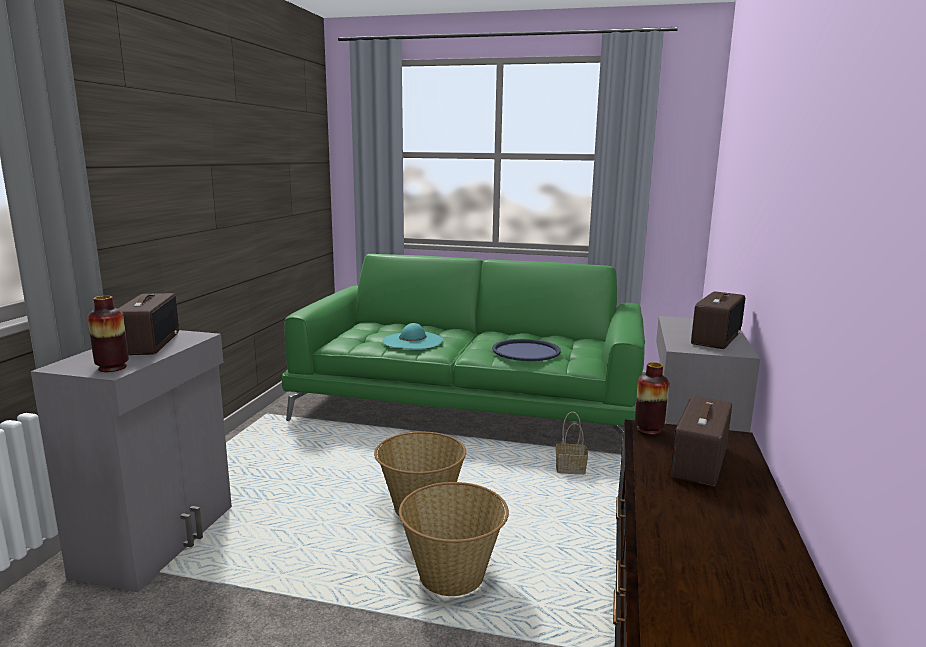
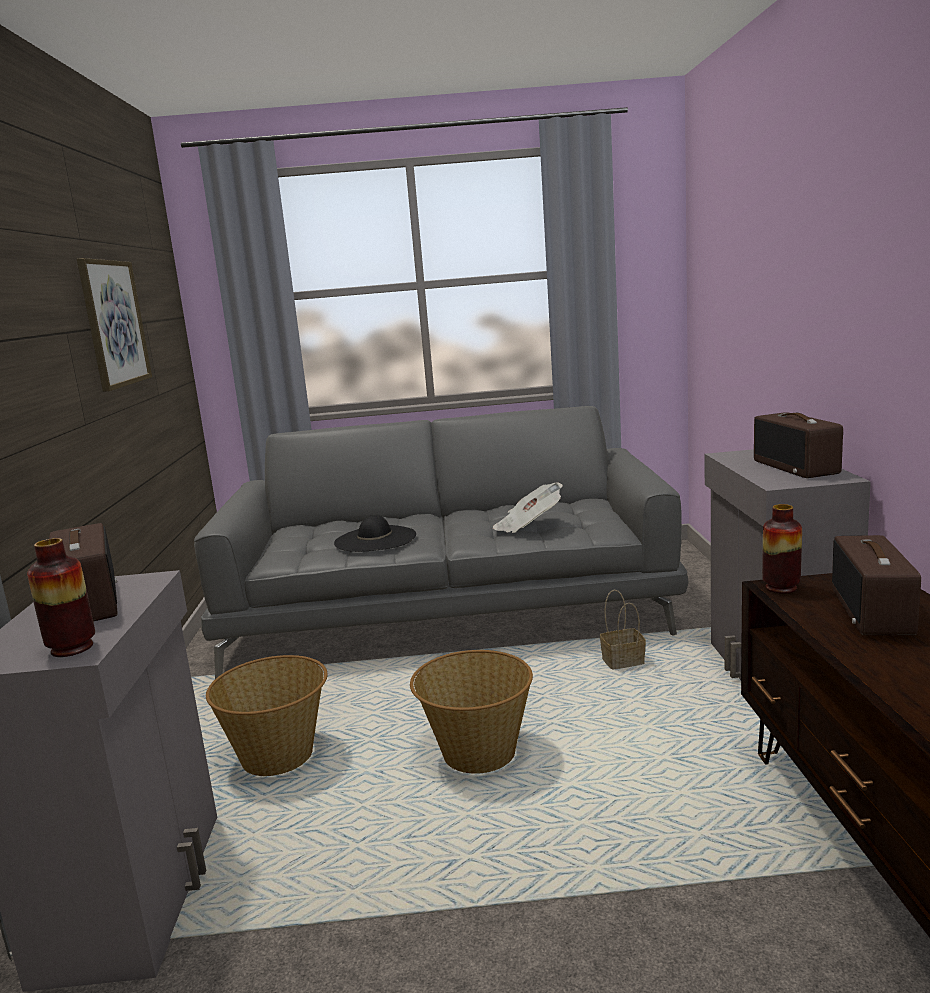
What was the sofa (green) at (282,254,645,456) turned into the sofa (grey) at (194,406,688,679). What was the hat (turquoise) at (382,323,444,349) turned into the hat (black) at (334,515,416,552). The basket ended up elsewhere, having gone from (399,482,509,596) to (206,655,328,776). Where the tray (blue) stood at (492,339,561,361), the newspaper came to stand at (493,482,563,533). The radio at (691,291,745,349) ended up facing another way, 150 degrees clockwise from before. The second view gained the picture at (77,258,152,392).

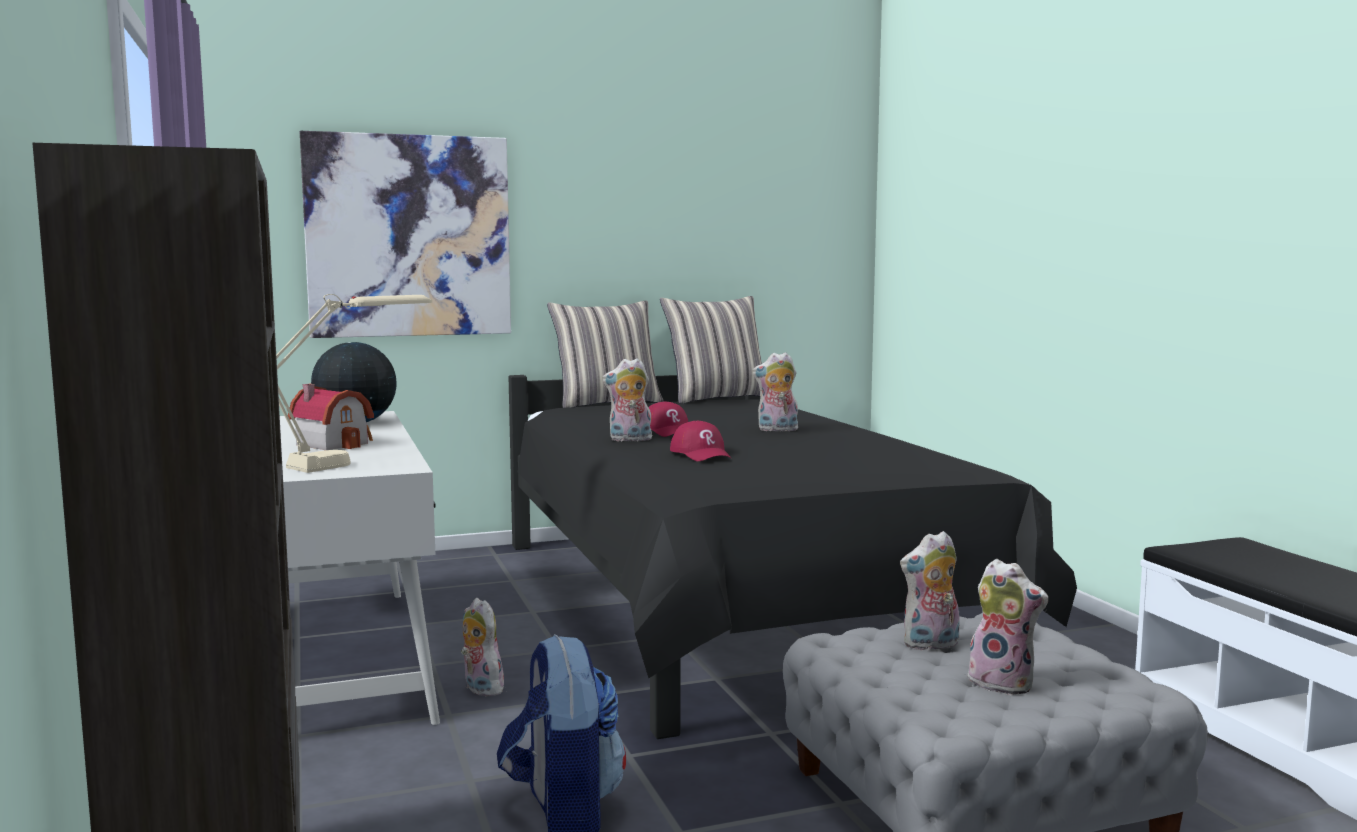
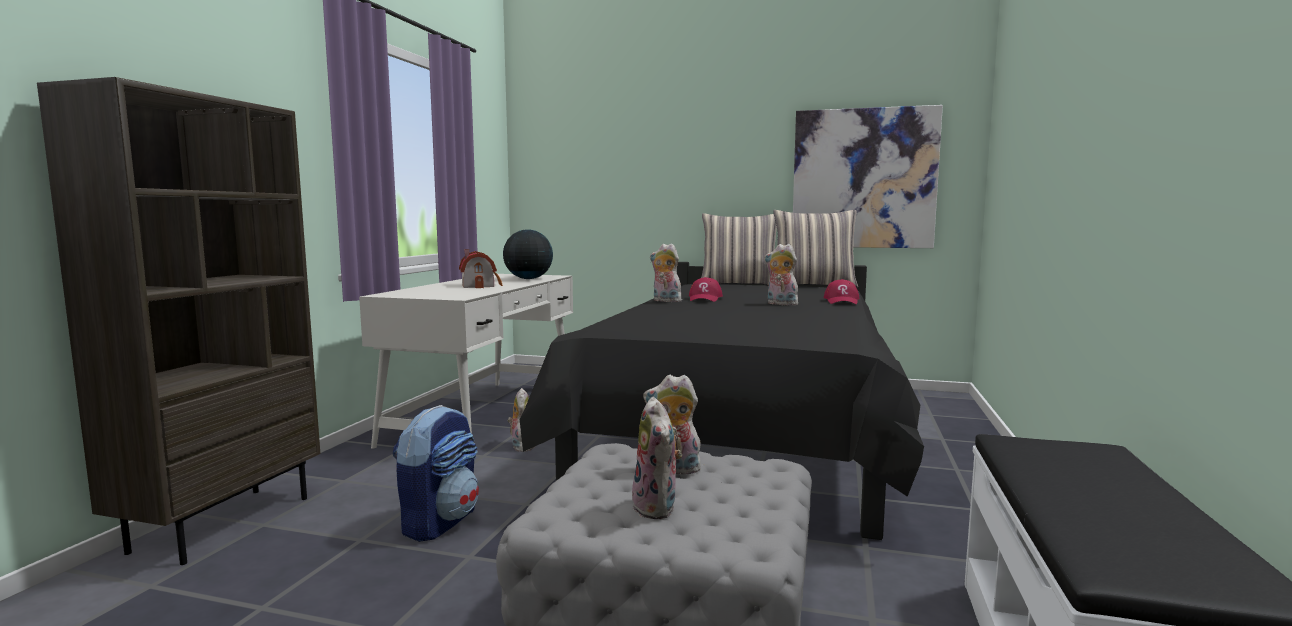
The second view lost the table lamp (beige) at (276,294,432,473). The picture ended up elsewhere, having gone from (300,131,511,338) to (793,105,943,248). The cap (red) ended up elsewhere, having gone from (670,421,732,461) to (824,279,859,304).

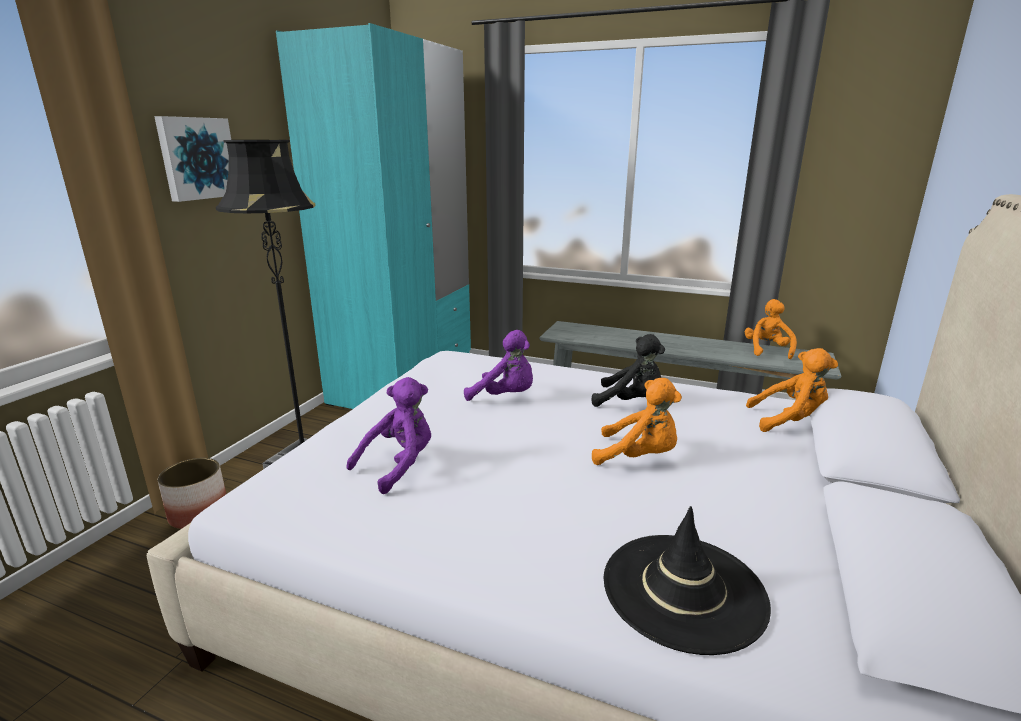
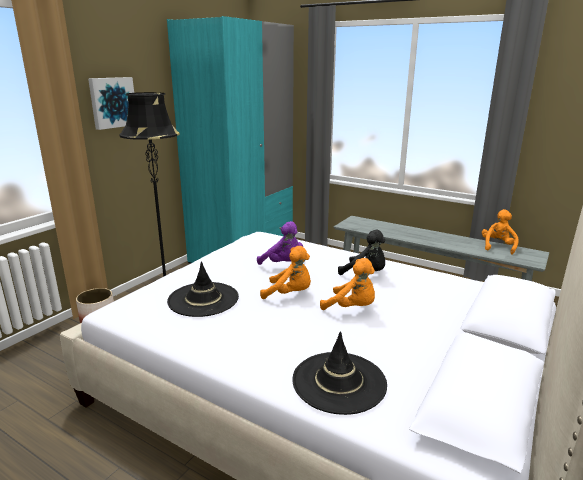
Where the plush toy (purple) stood at (346,377,431,494), the hat (black) came to stand at (167,261,239,317). The plush toy (orange) ended up elsewhere, having gone from (746,348,838,432) to (260,246,311,299).

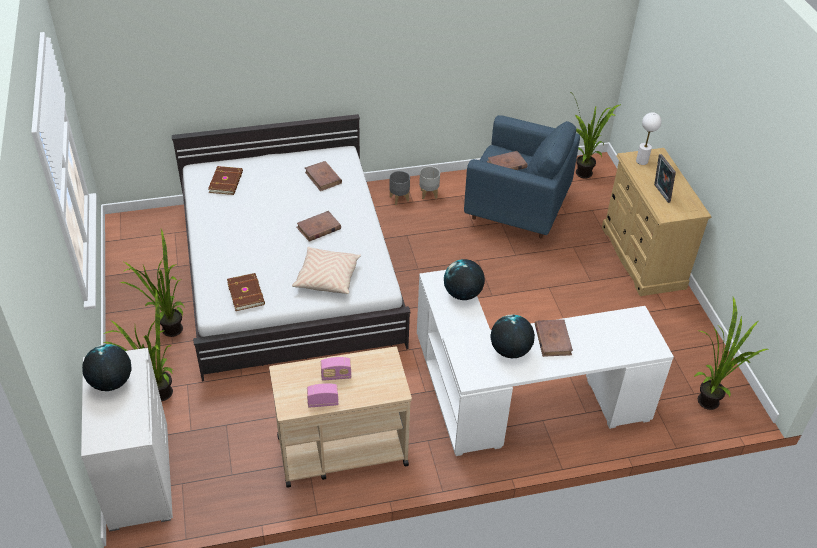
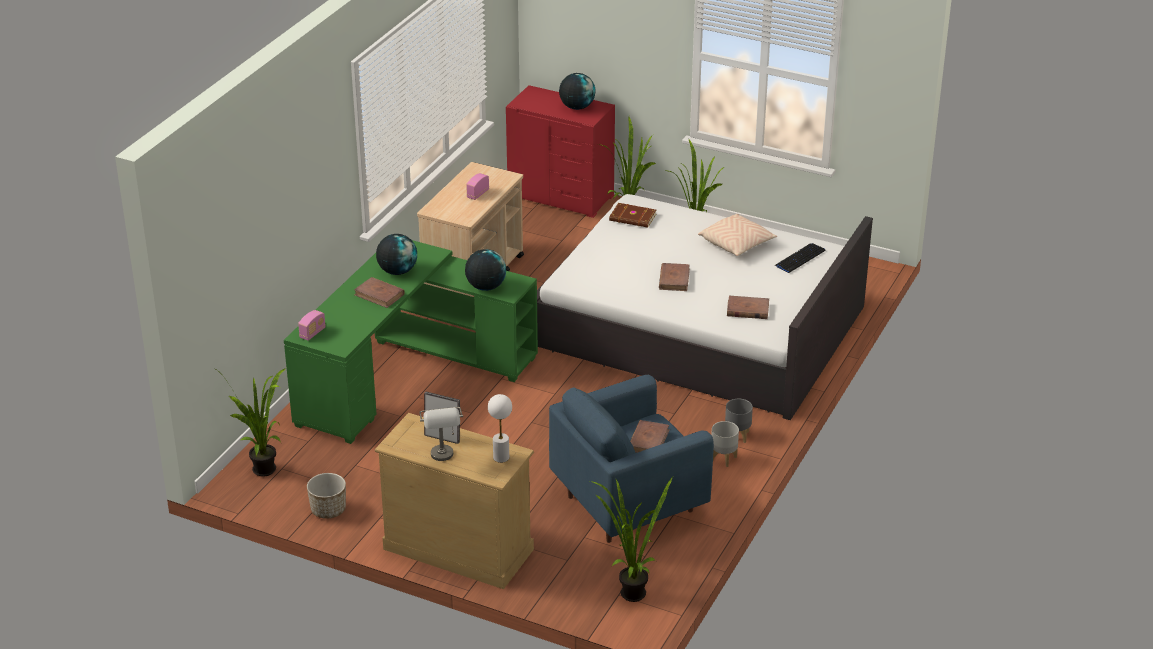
What was the dresser (white) at (81,348,173,532) turned into the dresser (red) at (506,85,615,218). Where the book (brown) stood at (208,166,243,195), the keyboard came to stand at (774,243,825,273). The pillow (beige) ended up elsewhere, having gone from (292,247,361,294) to (698,214,777,256). The radio ended up elsewhere, having gone from (307,383,339,408) to (298,310,326,341). What was the desk (white) at (417,270,674,456) turned into the desk (green) at (284,240,538,444). The second view gained the planter at (307,473,346,519). The second view gained the table lamp (grey) at (419,407,463,461).

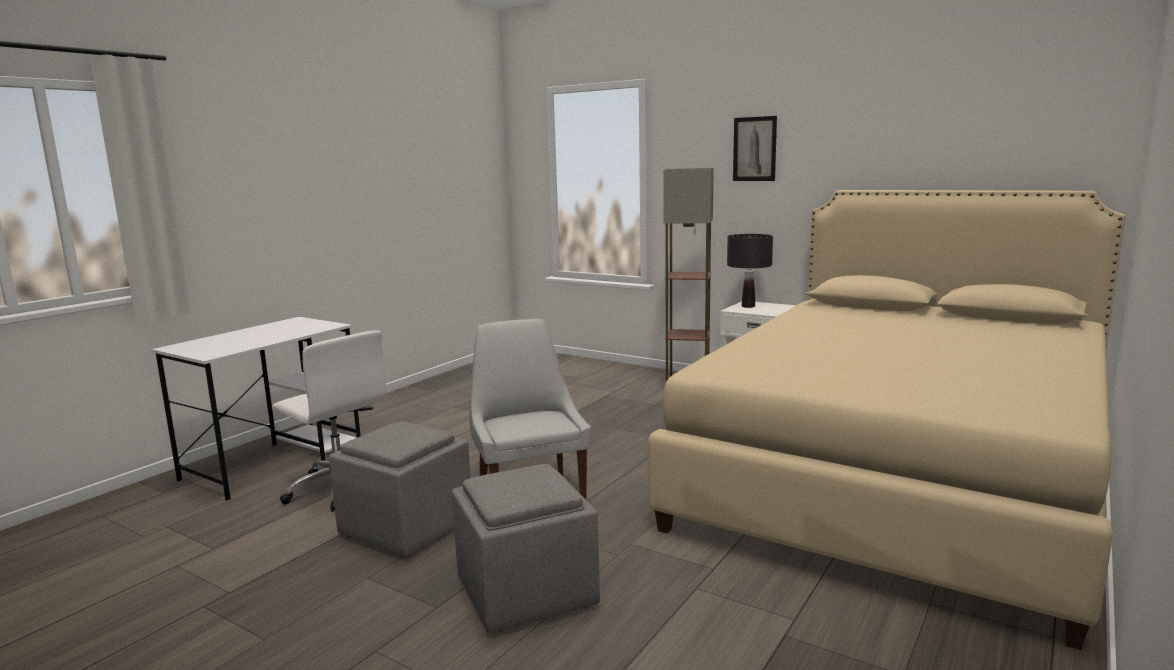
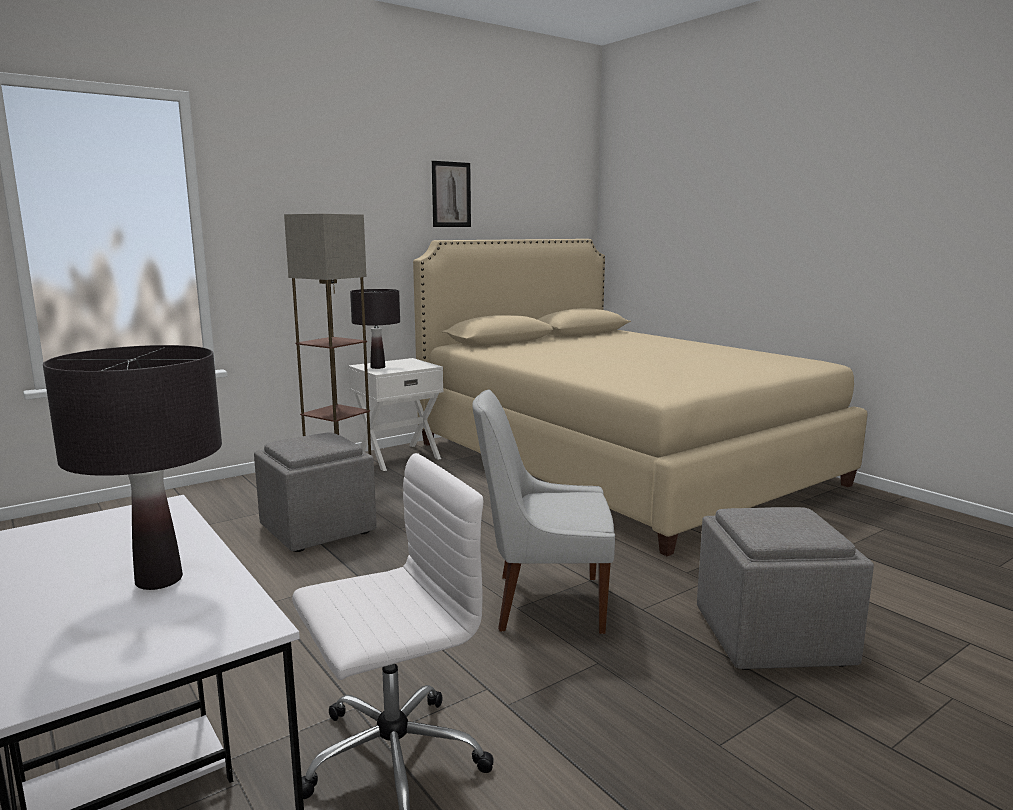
The ottoman (grey) ended up elsewhere, having gone from (329,421,471,557) to (254,432,377,552). The picture ended up elsewhere, having gone from (733,116,777,181) to (432,161,471,227). The second view gained the table lamp (black) at (43,345,222,590).

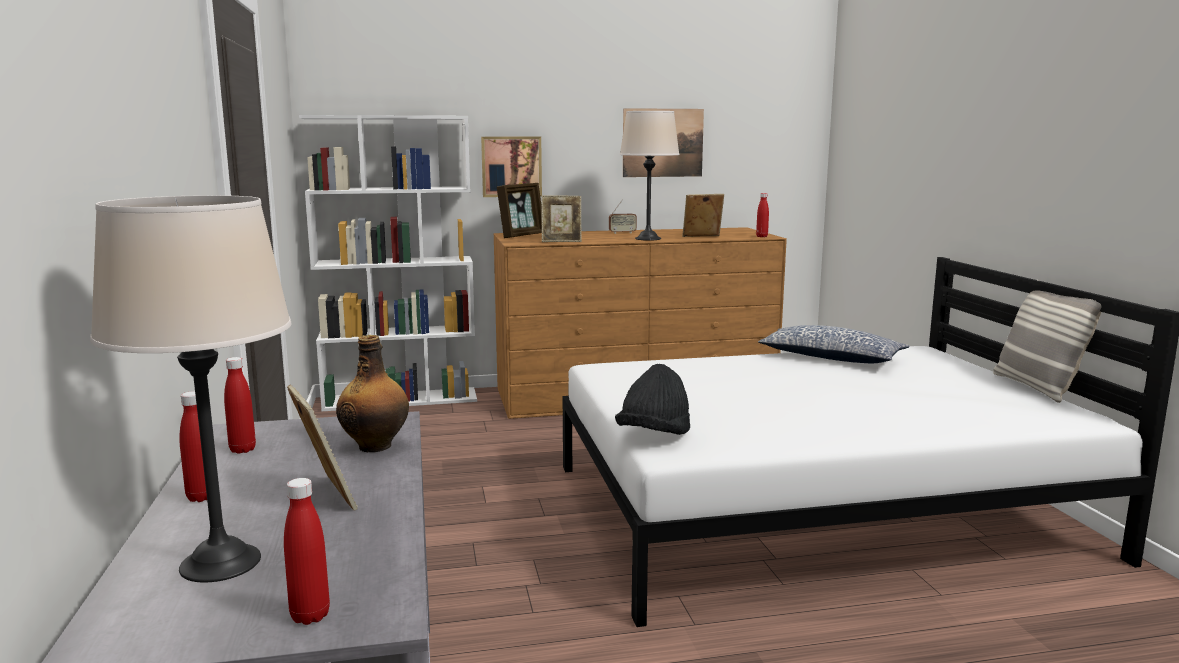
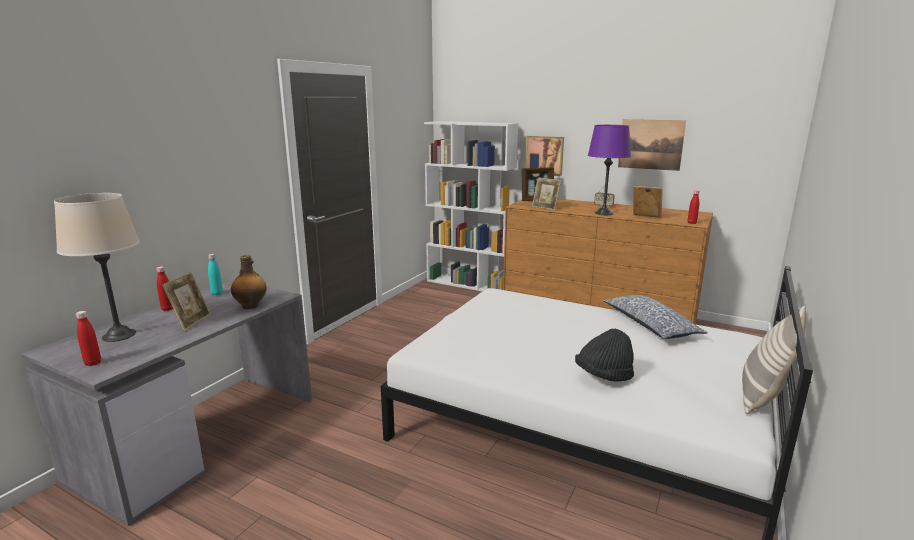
What was the bottle (red) at (224,357,256,454) turned into the bottle (turquoise) at (208,254,223,295). The hat (black) ended up elsewhere, having gone from (615,364,690,435) to (575,329,634,382). What was the table lamp (beige) at (620,111,680,241) turned into the table lamp (purple) at (588,125,631,215).

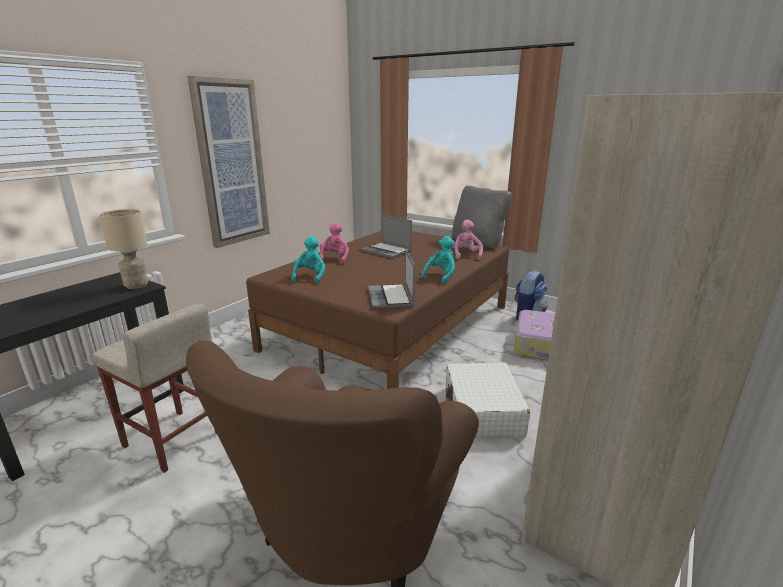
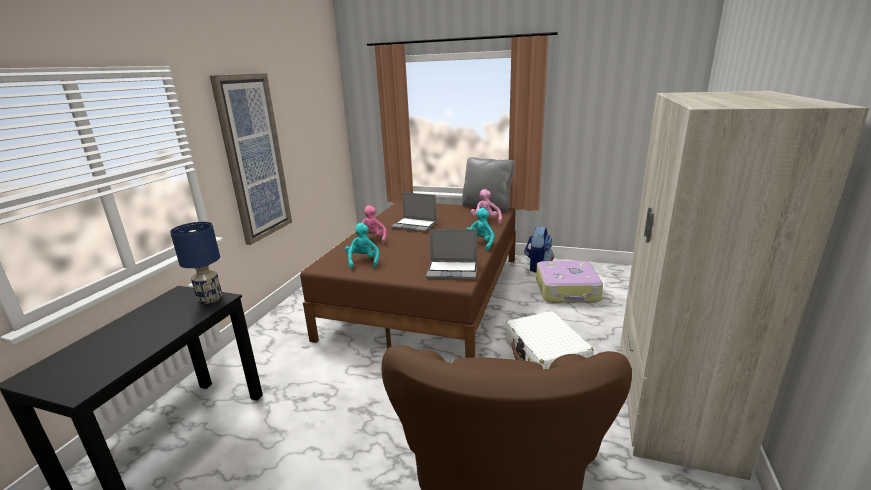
The second view lost the stool (beige) at (92,303,217,473). What was the table lamp (beige) at (99,209,148,289) turned into the table lamp (blue) at (170,222,222,304). The laptop at (368,249,415,309) ended up facing another way, 60 degrees counterclockwise from before.

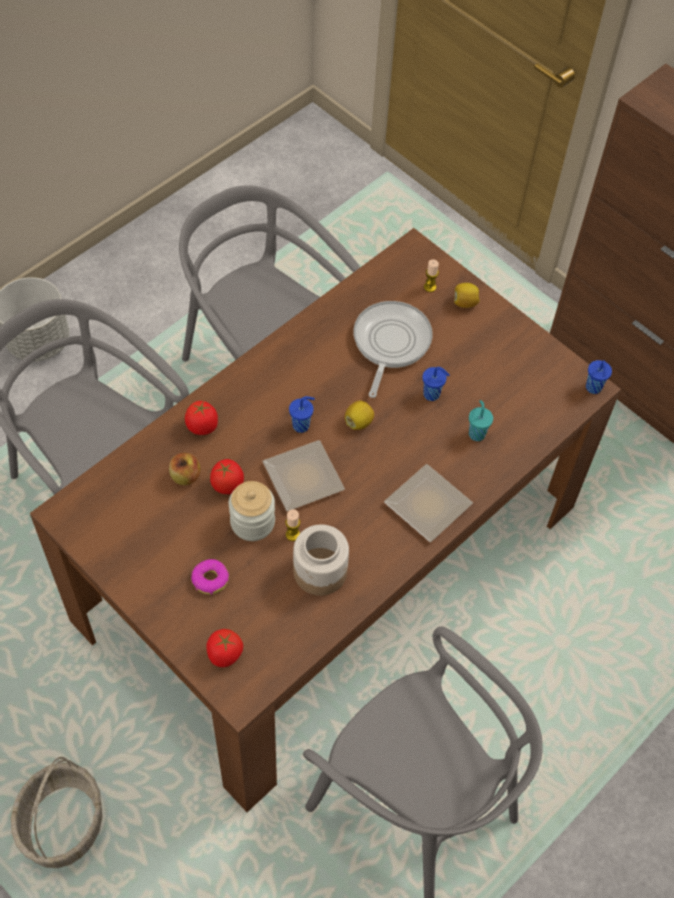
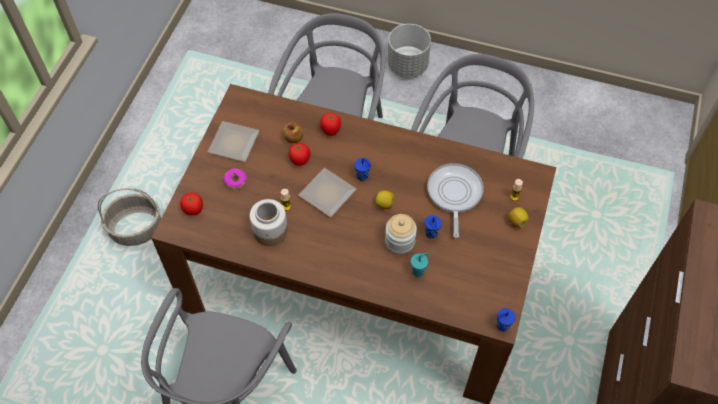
The jar ended up elsewhere, having gone from (229,481,275,541) to (385,214,417,254). The frying pan at (353,301,433,398) ended up facing another way, 75 degrees counterclockwise from before. The plate ended up elsewhere, having gone from (384,464,473,542) to (208,121,259,162).

